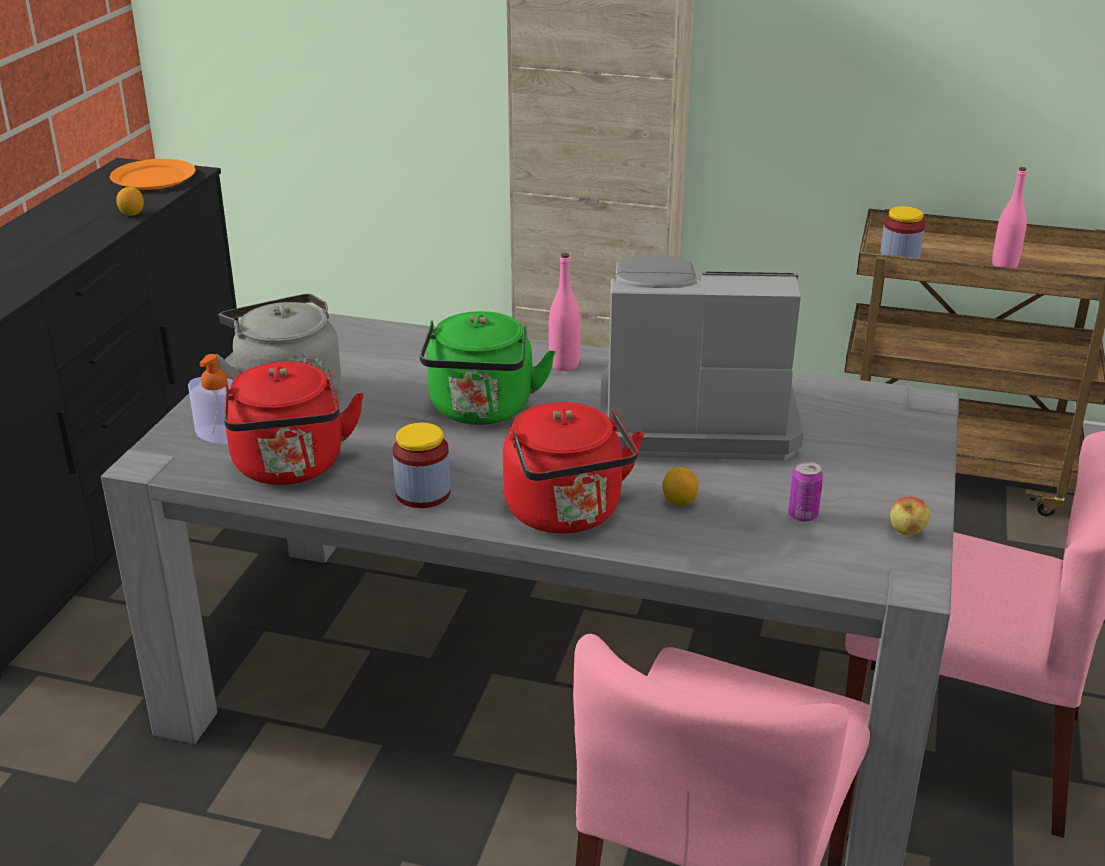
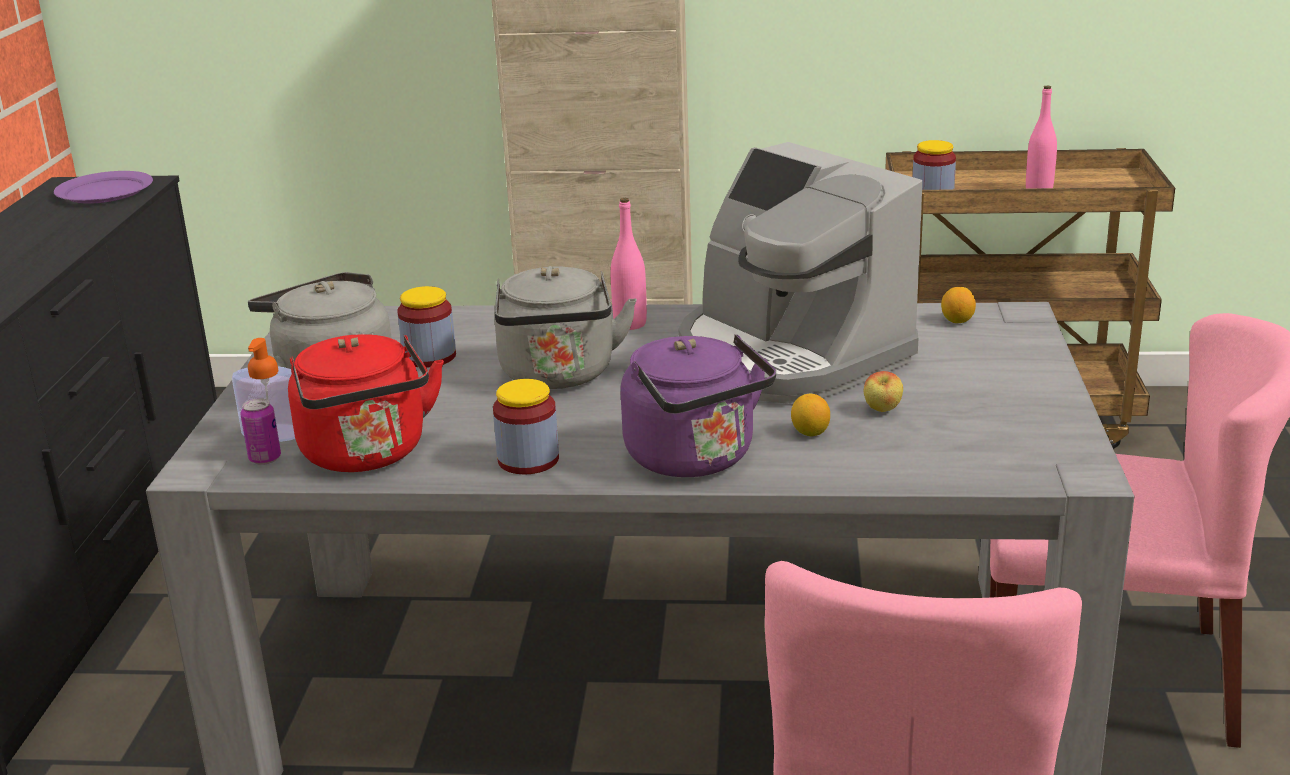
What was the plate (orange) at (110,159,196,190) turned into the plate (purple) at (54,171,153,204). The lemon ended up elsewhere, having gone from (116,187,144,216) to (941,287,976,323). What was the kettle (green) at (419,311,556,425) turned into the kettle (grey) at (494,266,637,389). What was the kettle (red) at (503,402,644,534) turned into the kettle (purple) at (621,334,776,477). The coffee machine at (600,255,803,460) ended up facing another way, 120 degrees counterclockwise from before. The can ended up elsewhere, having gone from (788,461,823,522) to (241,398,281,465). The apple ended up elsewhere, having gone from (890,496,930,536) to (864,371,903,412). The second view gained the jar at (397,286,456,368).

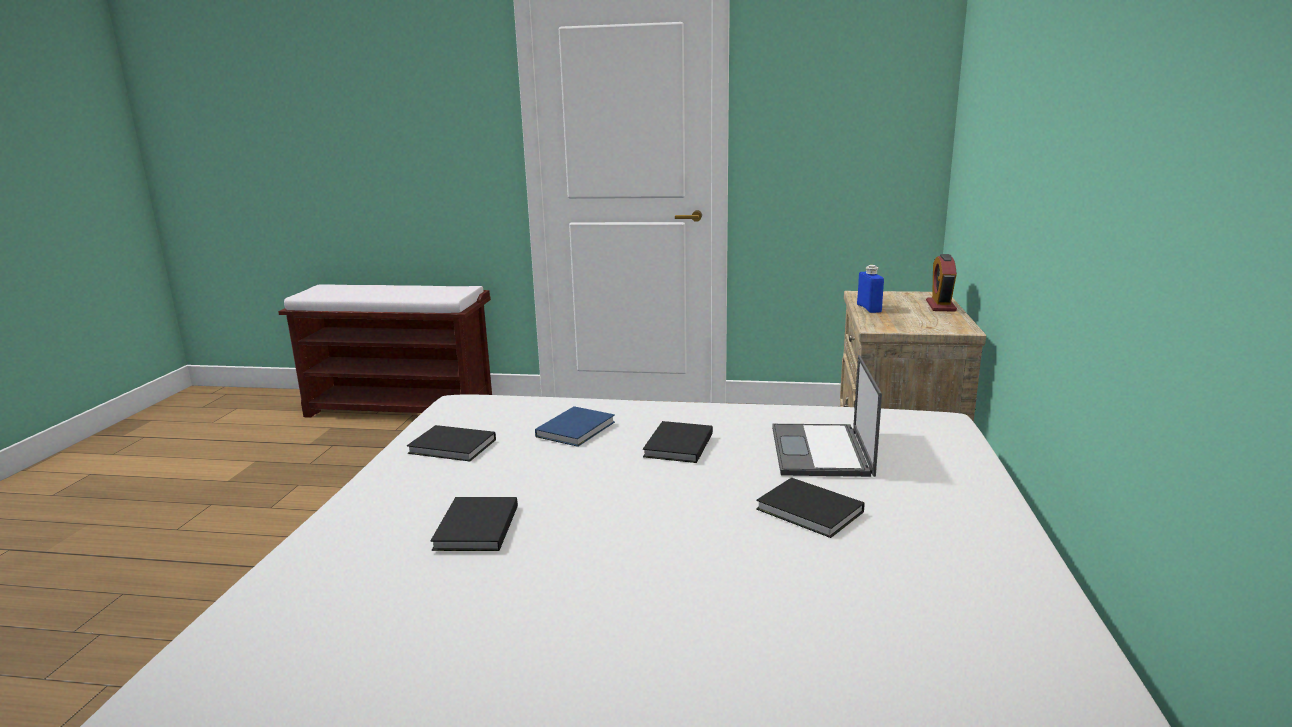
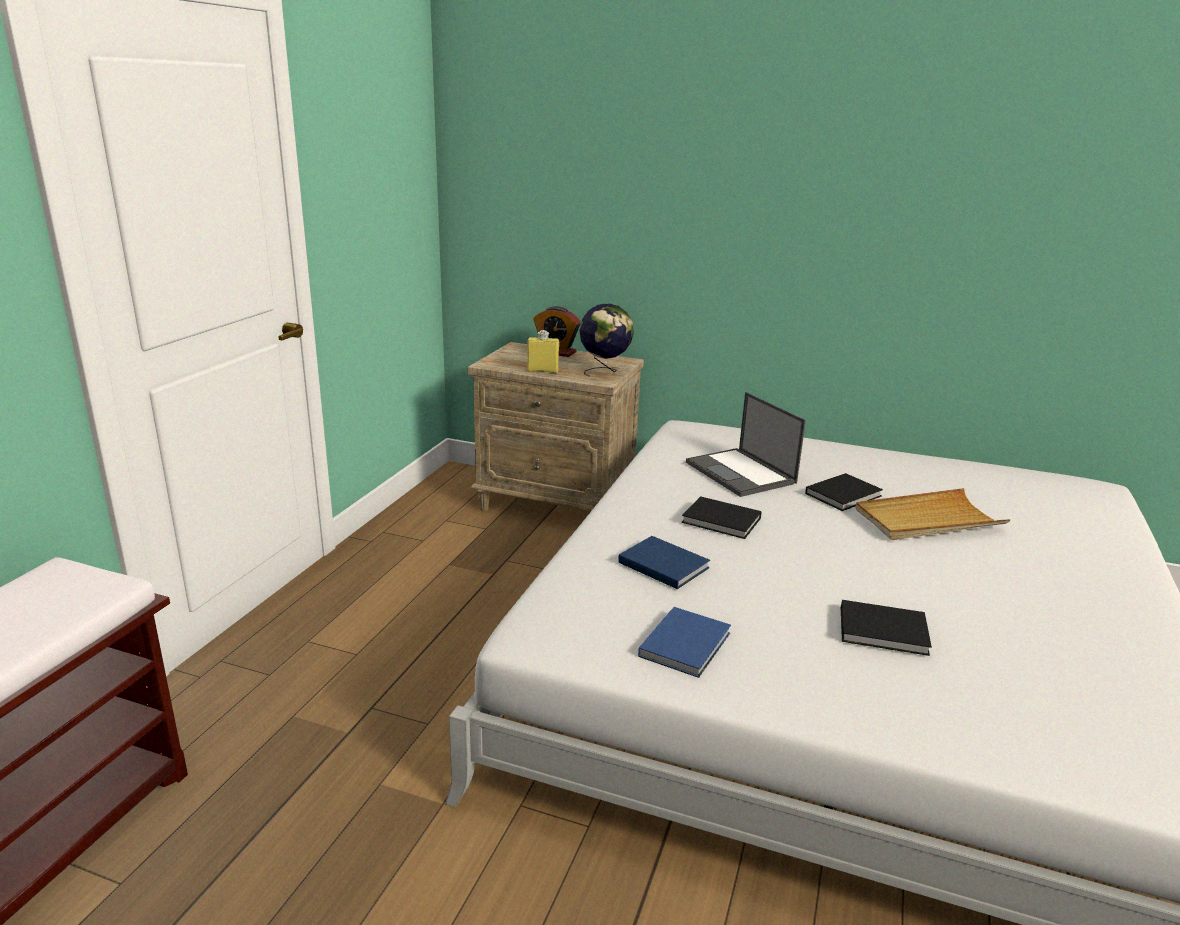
What was the book (black) at (407,425,496,461) turned into the book (blue) at (638,607,731,678). The laptop at (772,355,882,477) ended up facing another way, 45 degrees clockwise from before. What was the bottle (blue) at (857,265,884,313) turned into the bottle (yellow) at (527,330,559,373). The second view gained the globe at (579,303,634,377). The second view gained the tray (beige) at (856,488,1011,540).

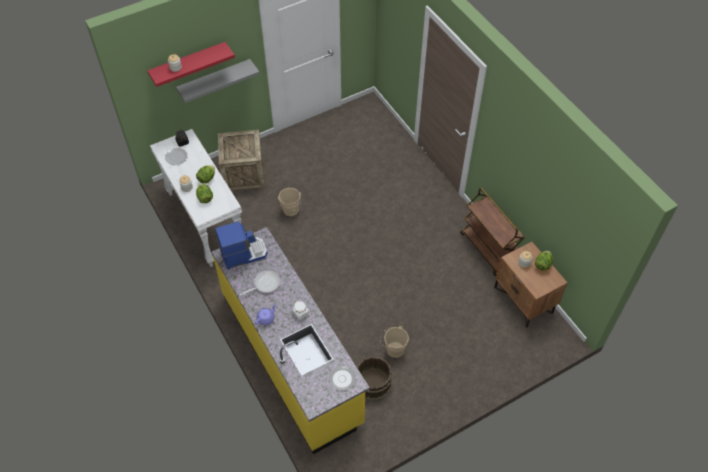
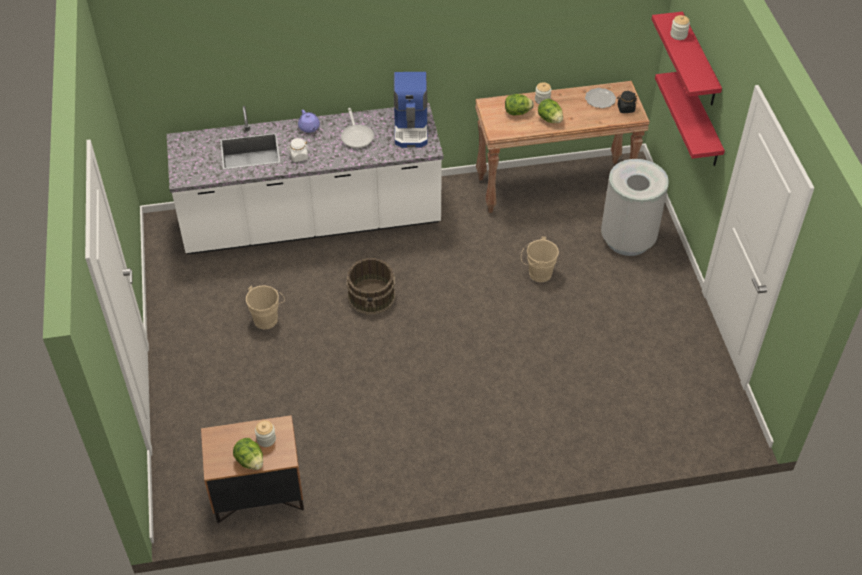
What was the console table (white) at (150,129,242,267) turned into the console table (brown) at (475,81,650,213). What was the shelf (grey) at (176,59,260,103) turned into the shelf (red) at (655,72,725,166). What was the counter (yellow) at (212,227,370,454) turned into the counter (white) at (167,103,443,254). Where the crate stood at (218,130,265,190), the trash can (grey) came to stand at (601,159,669,256). The second view lost the plate at (329,366,356,391). The bucket (brown) ended up elsewhere, having gone from (357,356,393,400) to (346,258,395,315). The second view lost the cart (brown) at (461,188,524,276).

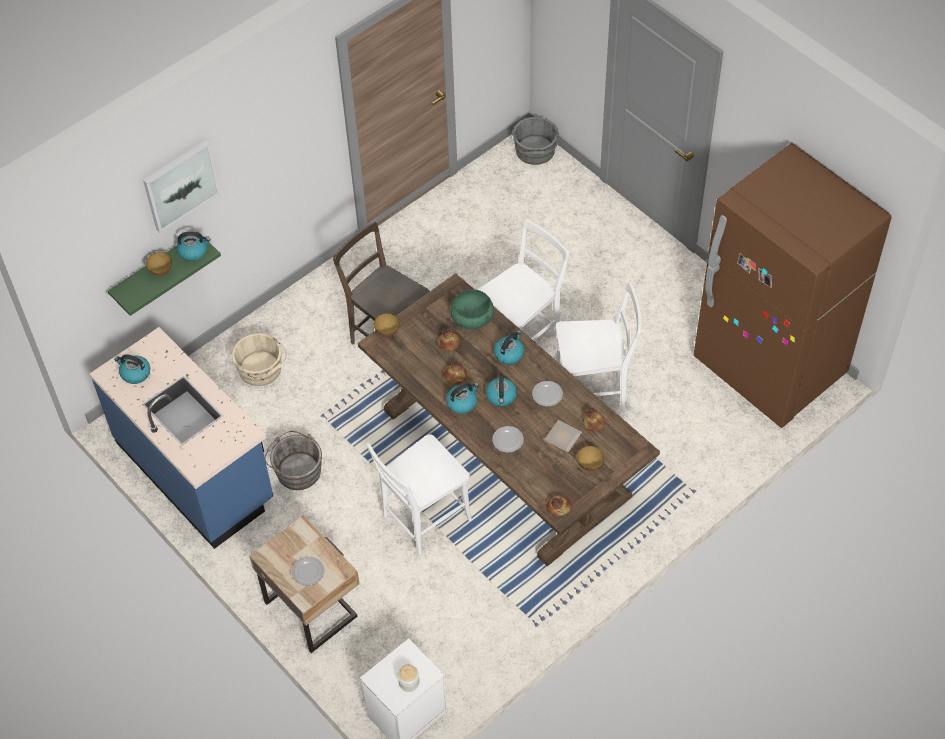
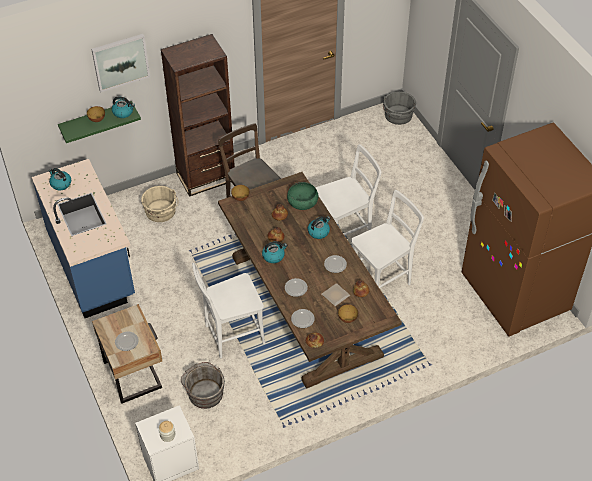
The bucket (grey) ended up elsewhere, having gone from (265,431,322,490) to (181,362,225,409). The second view lost the kettle at (486,373,517,407). The chair (white) at (556,282,642,412) ended up facing another way, 45 degrees counterclockwise from before. The second view gained the bookcase (brown) at (161,34,235,197). The second view gained the plate at (291,309,315,328).

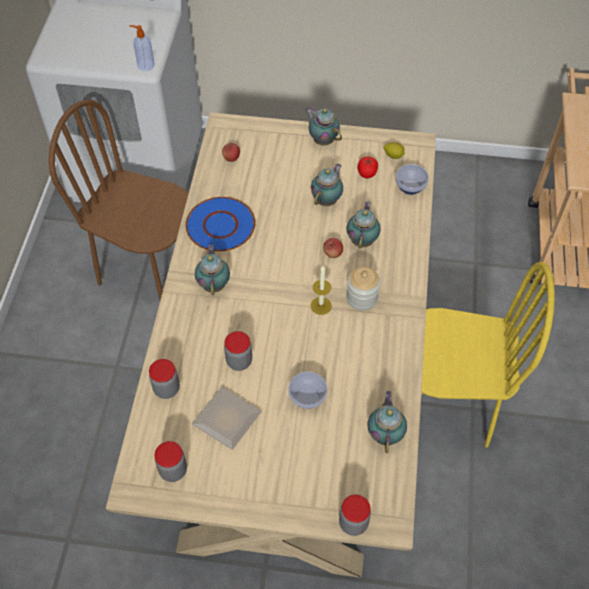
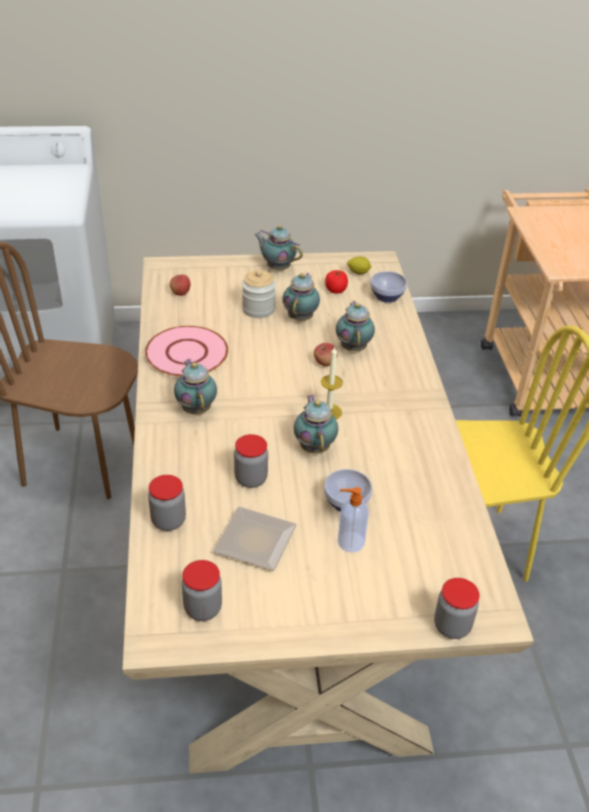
The soap dispenser ended up elsewhere, having gone from (129,25,155,71) to (338,487,369,552). What was the plate (blue) at (185,197,255,252) turned into the plate (pink) at (145,326,228,377). The jar ended up elsewhere, having gone from (346,266,380,311) to (242,270,276,318). The teapot ended up elsewhere, having gone from (367,391,407,453) to (294,395,338,453).

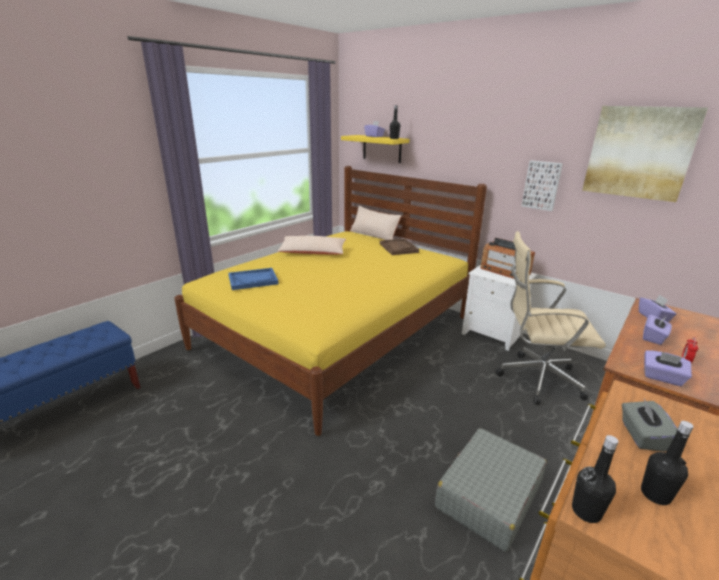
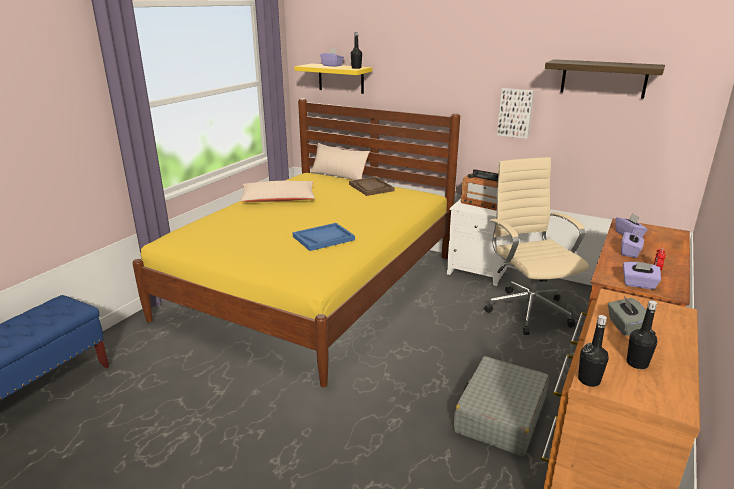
The tray (blue) ended up elsewhere, having gone from (228,268,279,290) to (293,223,355,251). The office chair (beige) at (495,231,606,405) ended up facing another way, 75 degrees clockwise from before. Where the picture hung at (582,106,708,202), the shelf came to hang at (545,59,665,99).

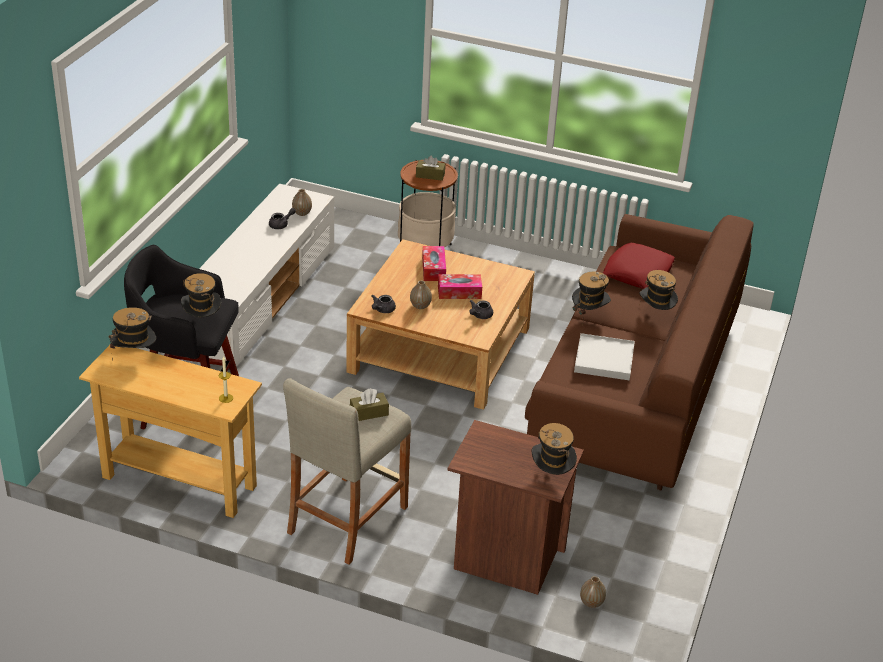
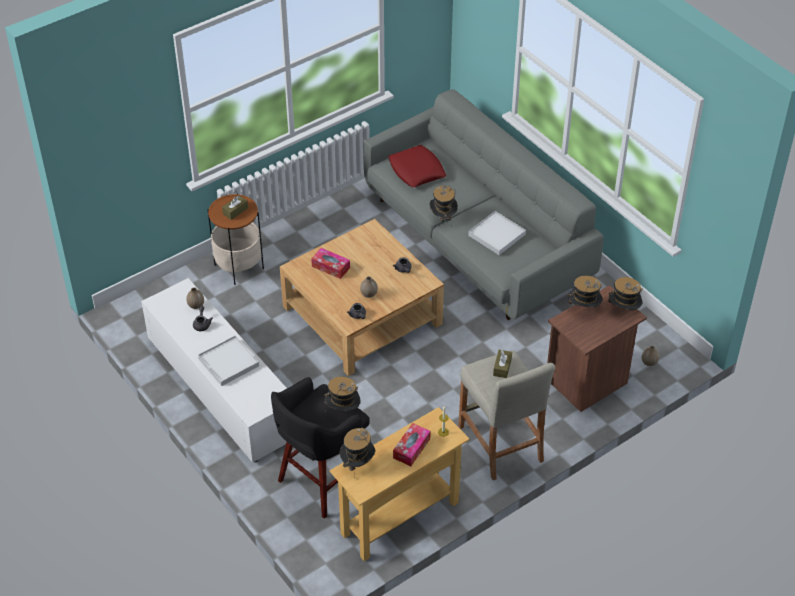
The tissue box ended up elsewhere, having gone from (438,274,482,299) to (393,423,431,466). What was the sofa (brown) at (525,214,754,490) turned into the sofa (grey) at (364,89,604,320). The hat ended up elsewhere, having gone from (640,270,678,310) to (567,276,603,307). The second view gained the tray (white) at (198,336,259,386).

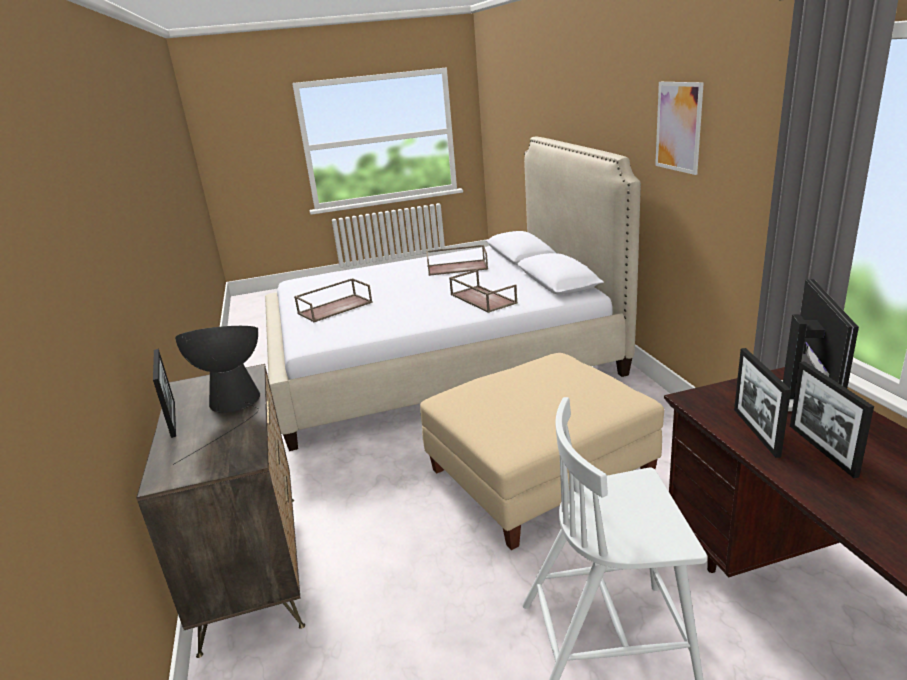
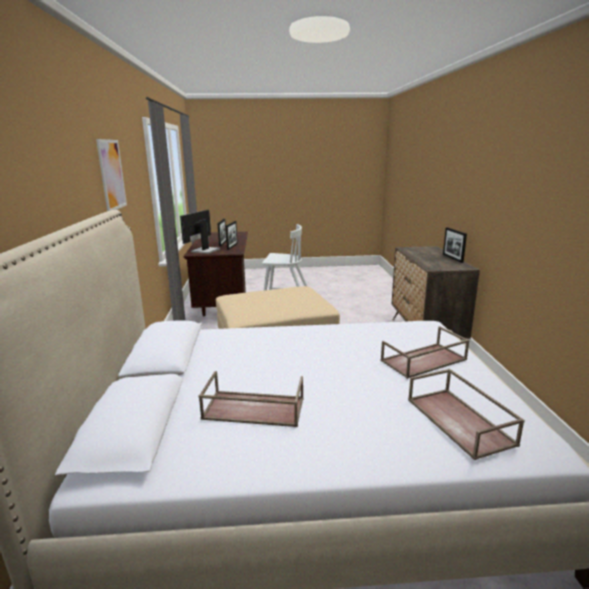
The second view lost the table lamp at (173,326,260,465). The tray (brown) ended up elsewhere, having gone from (449,270,518,313) to (408,369,525,460).

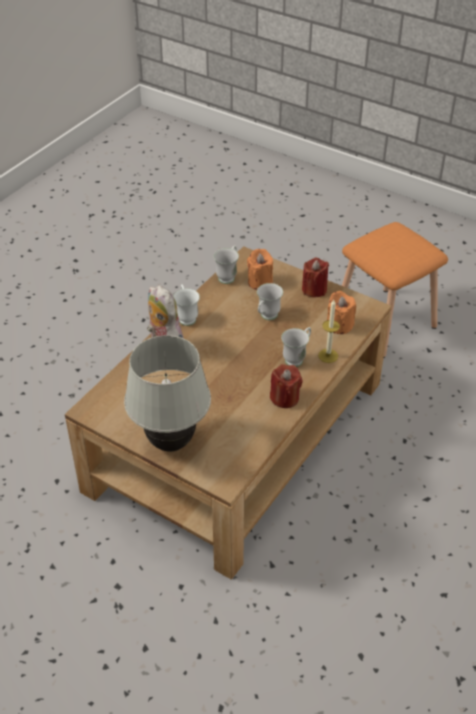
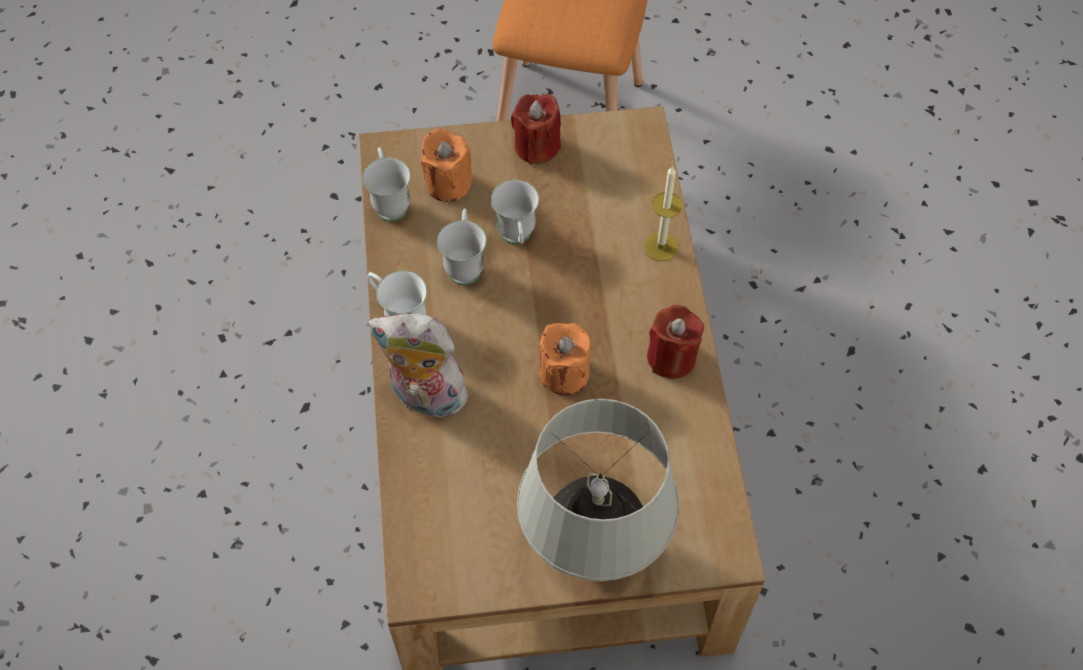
The mug (white) ended up elsewhere, having gone from (281,327,311,367) to (437,208,487,285). The candle (orange) ended up elsewhere, having gone from (327,291,356,334) to (539,323,590,395).

